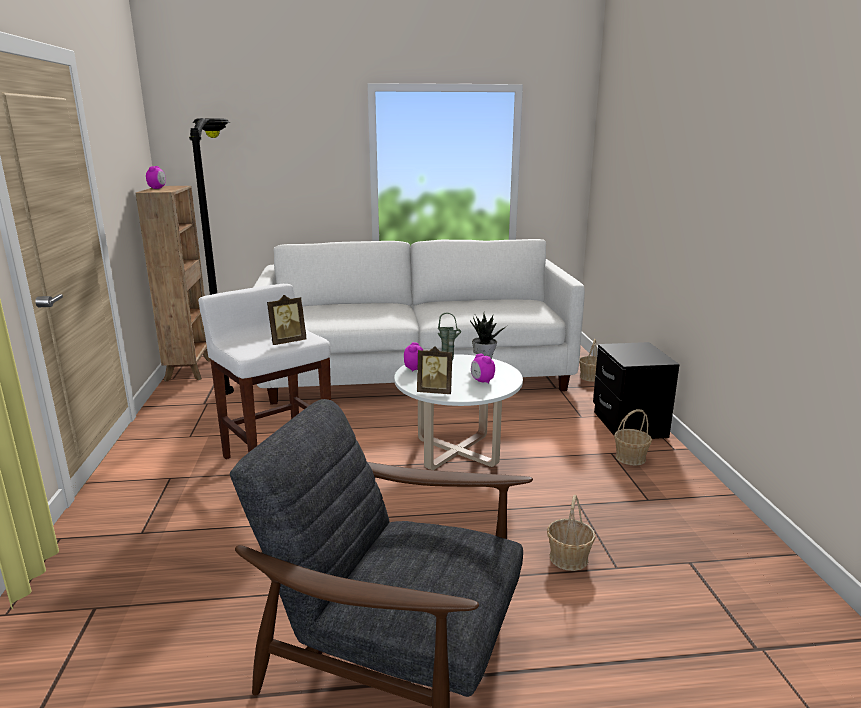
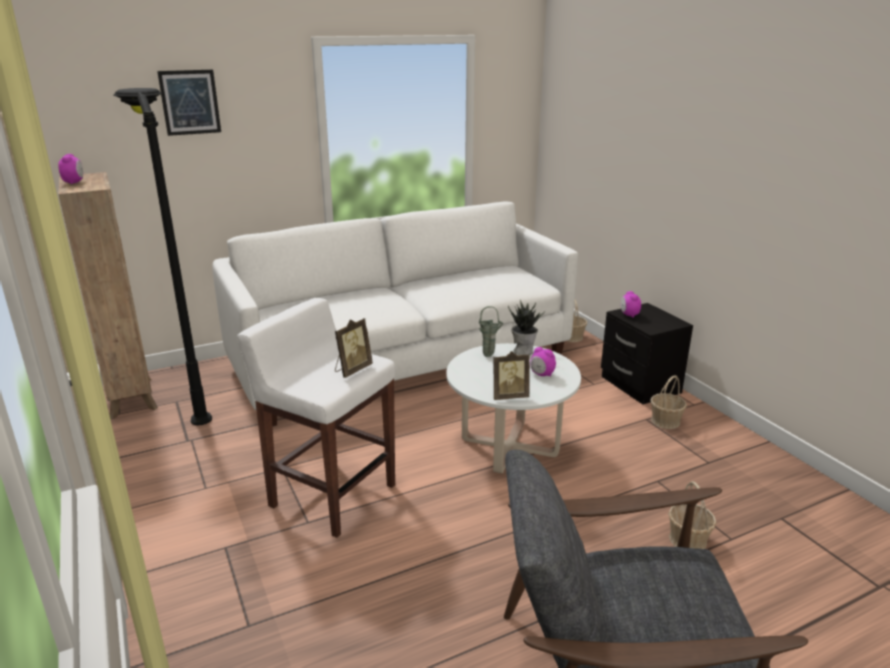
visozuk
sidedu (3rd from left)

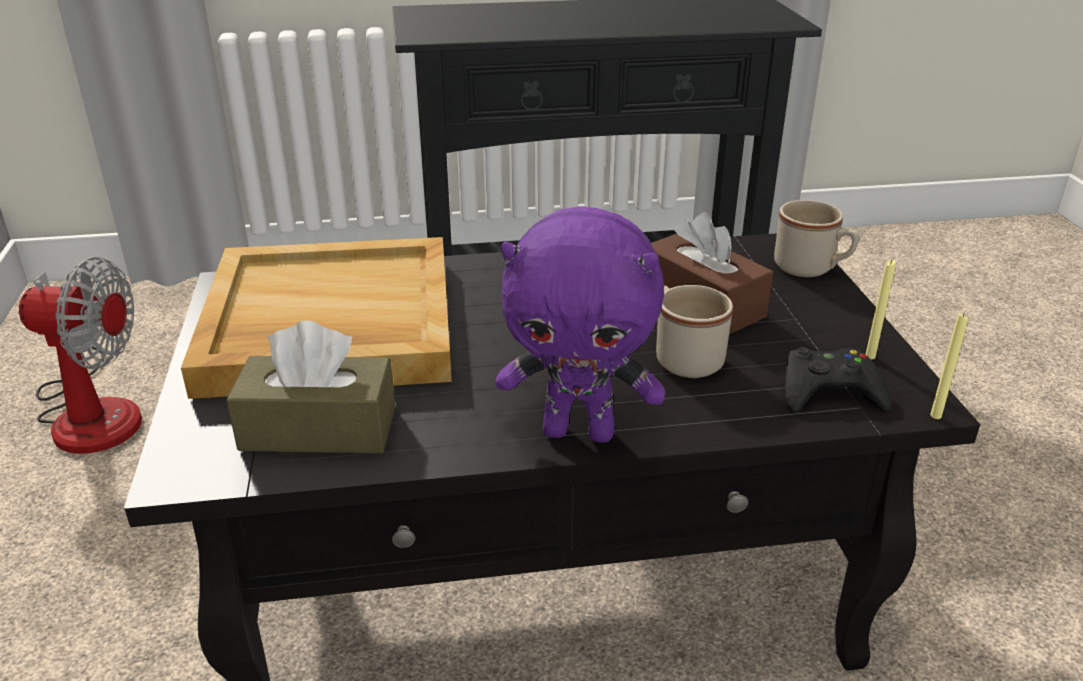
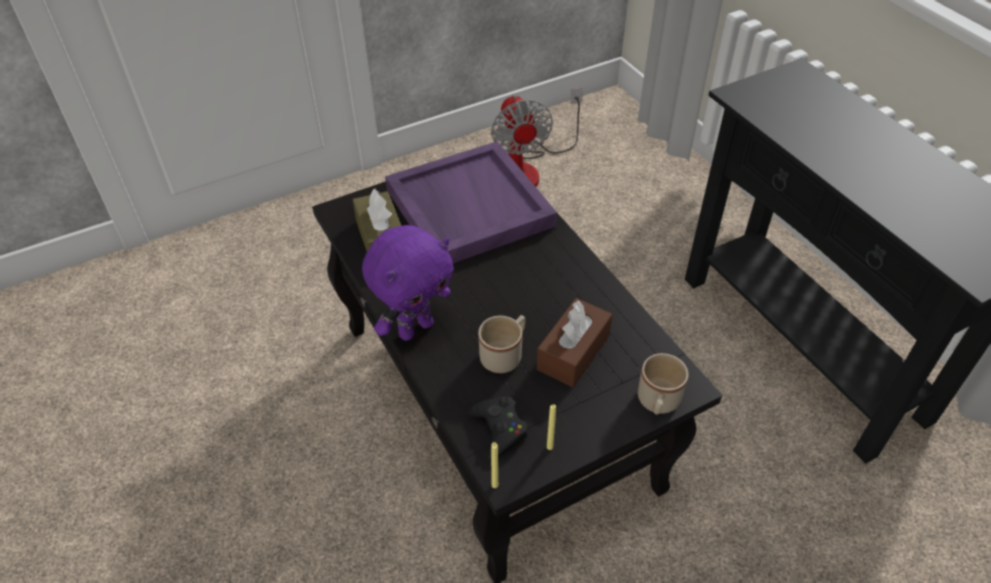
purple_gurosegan
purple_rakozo

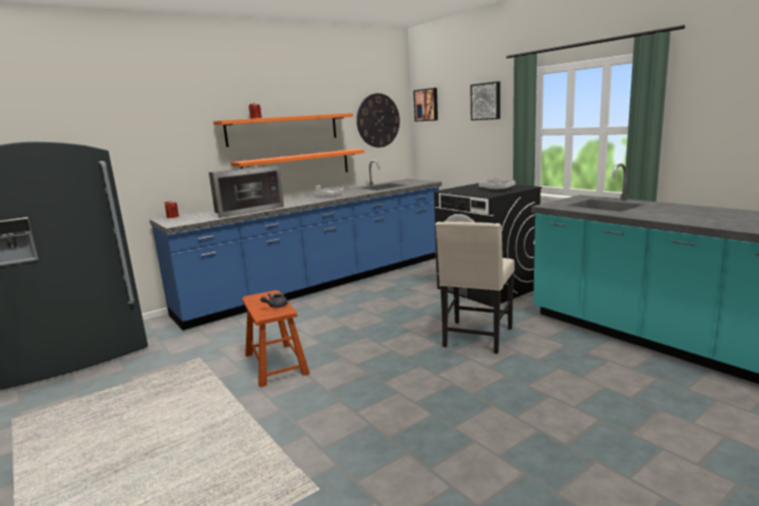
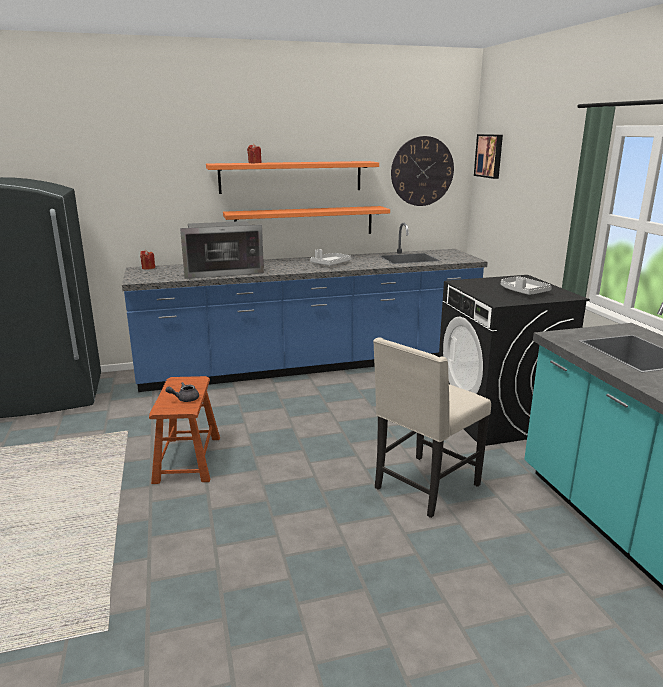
visozuk (2nd from left in the first image)

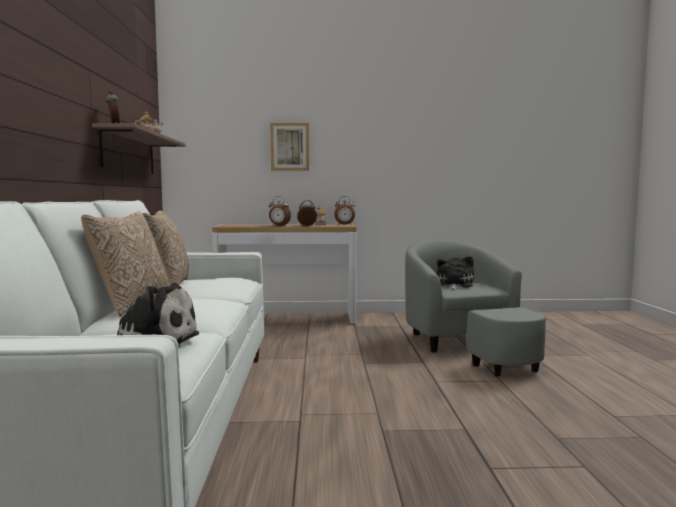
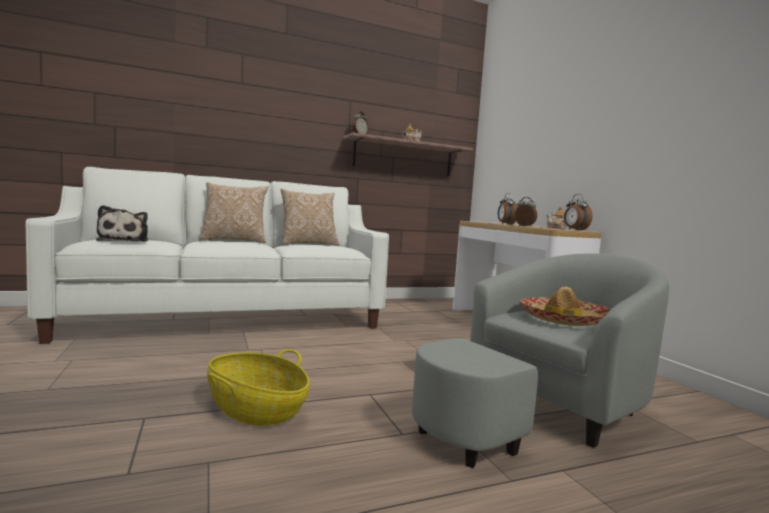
visozuk
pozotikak
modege

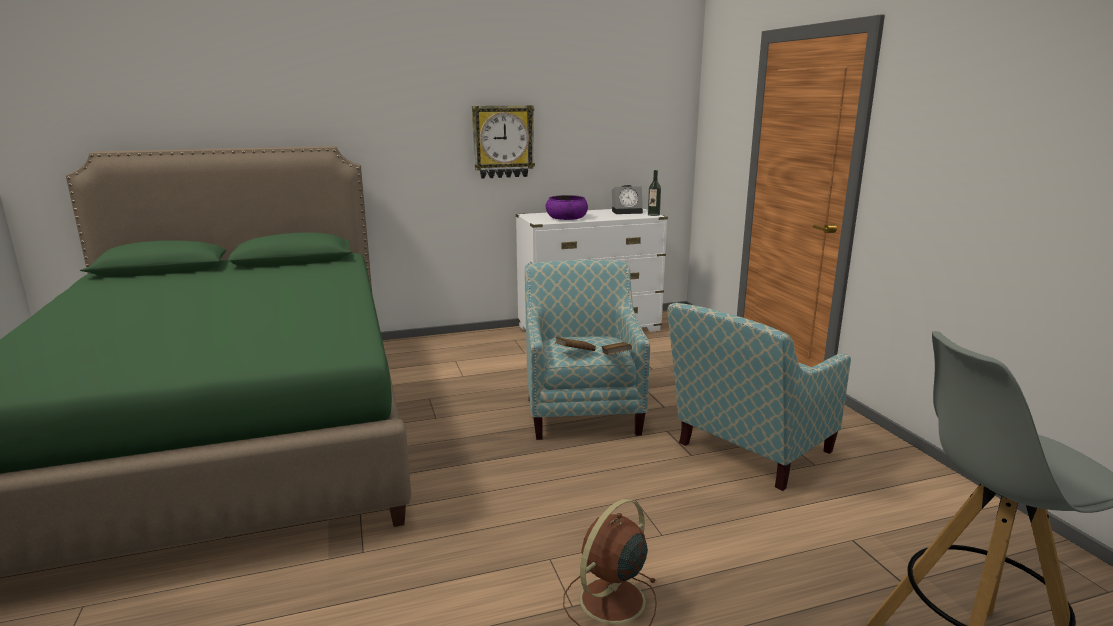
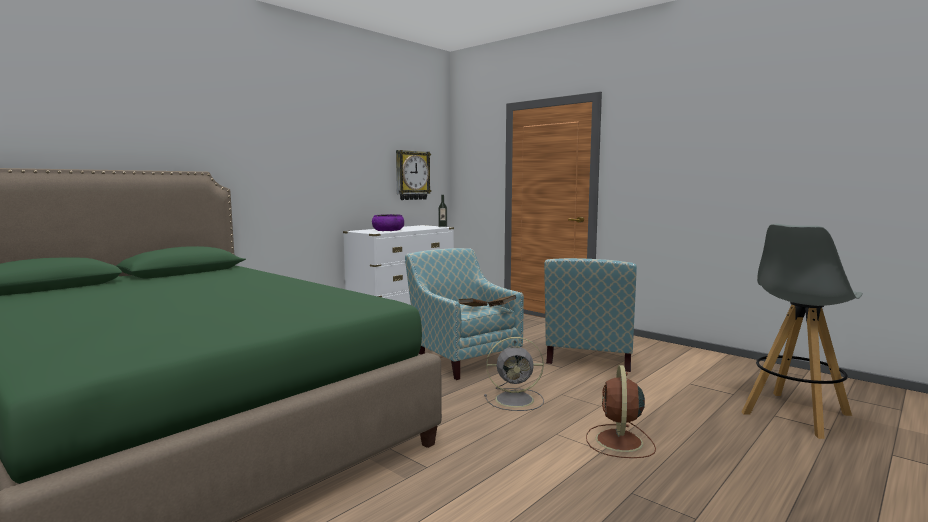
sidedu
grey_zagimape
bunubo

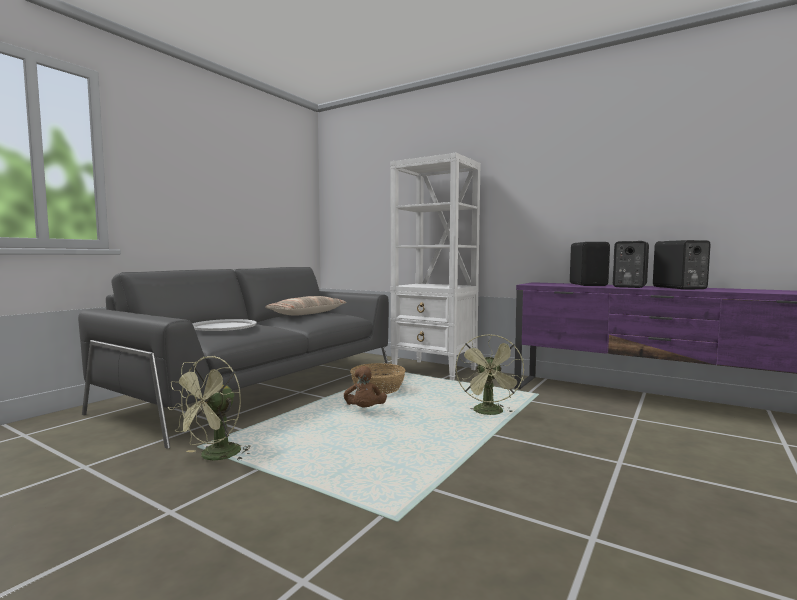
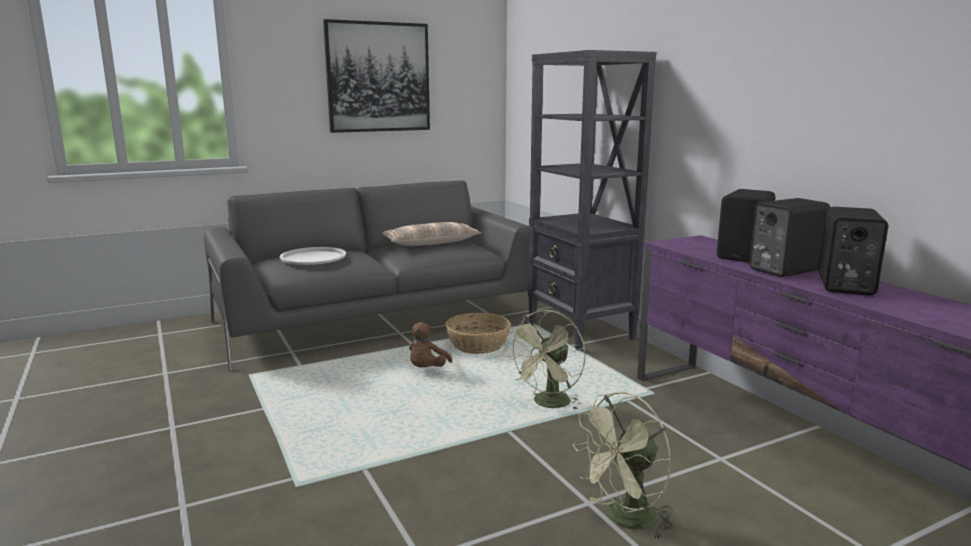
visozuk
green_zagimape (2nd from left)
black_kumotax

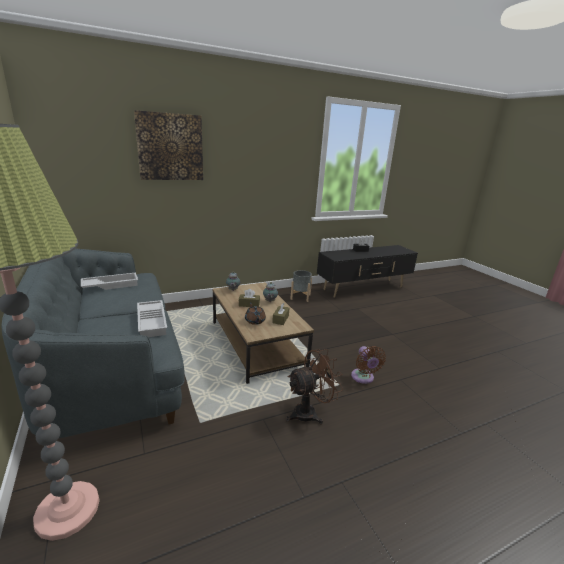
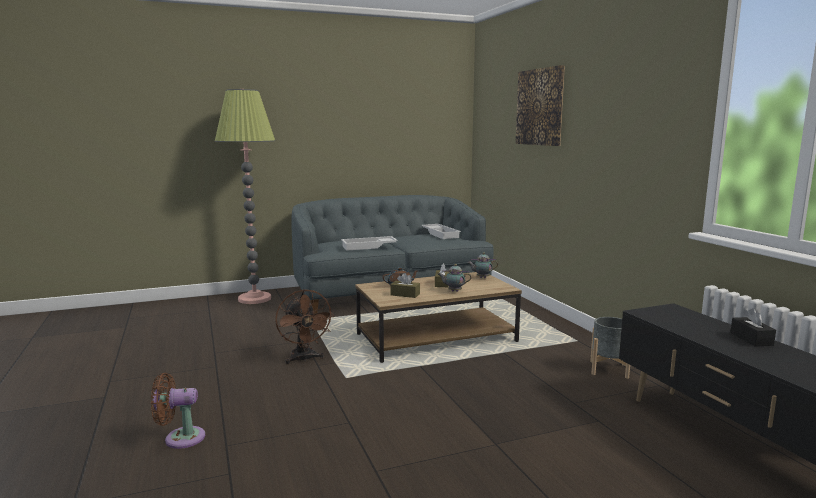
brown_zagimape (1st from left)

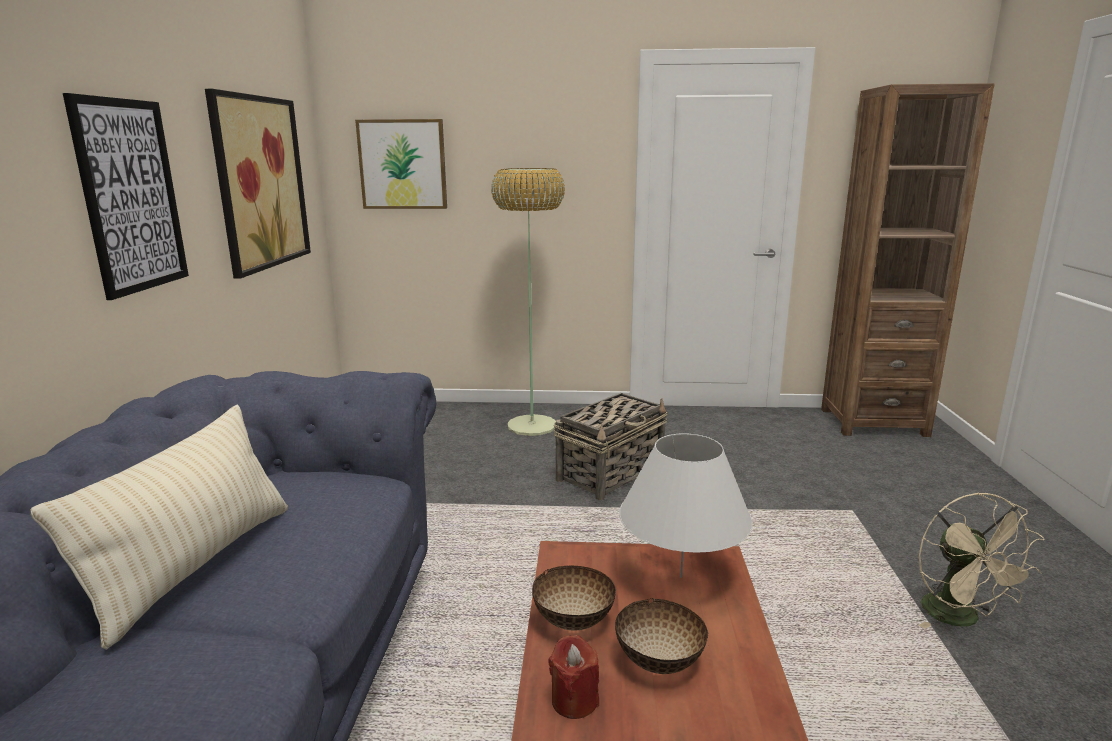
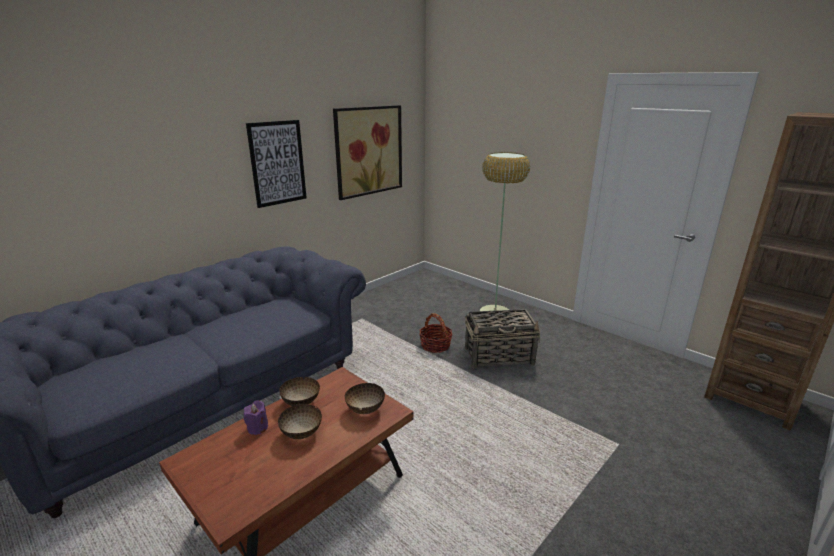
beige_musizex
visozuk (3rd from left in the first image)
beige_zagimape
pozotikak (1st from left)
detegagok (3rd from left)
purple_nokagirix

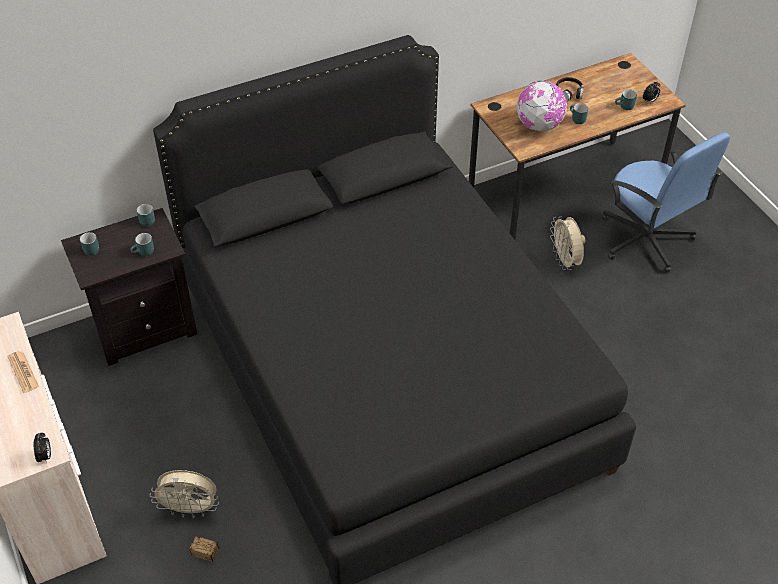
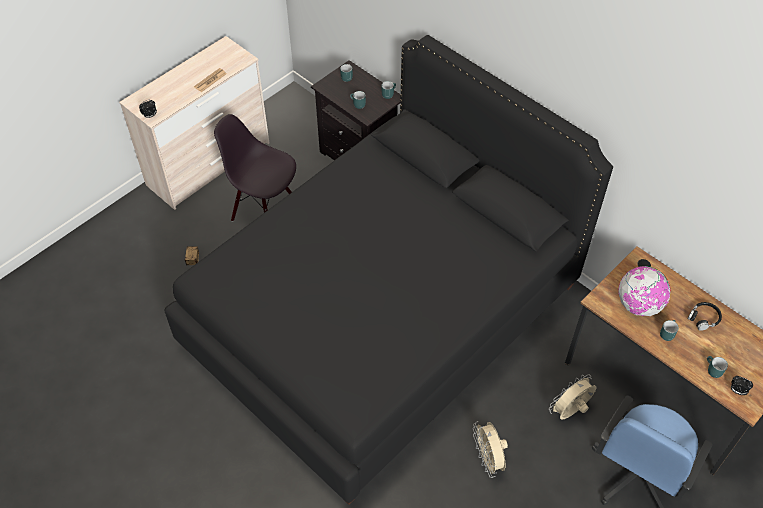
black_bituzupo
beige_zagimape (1st from left)

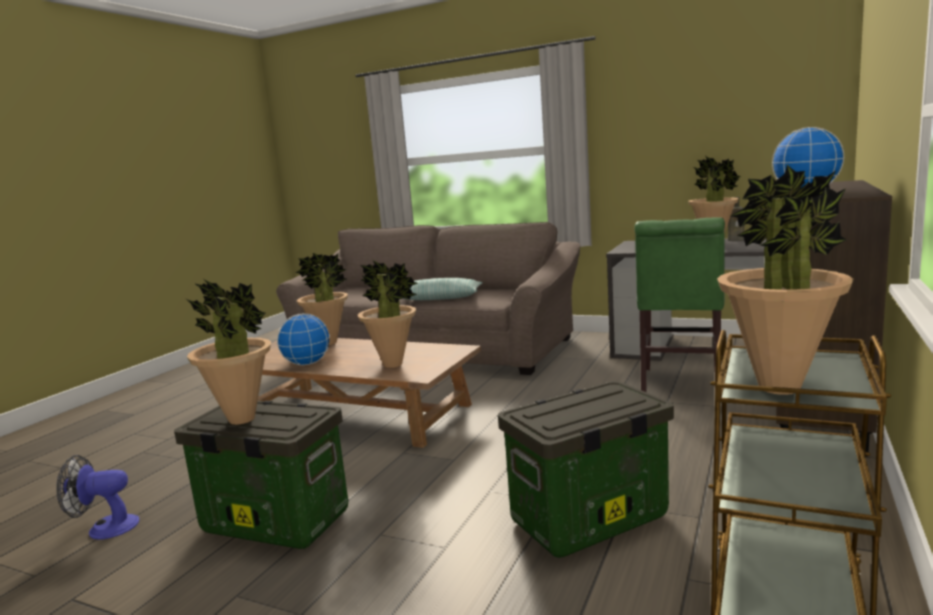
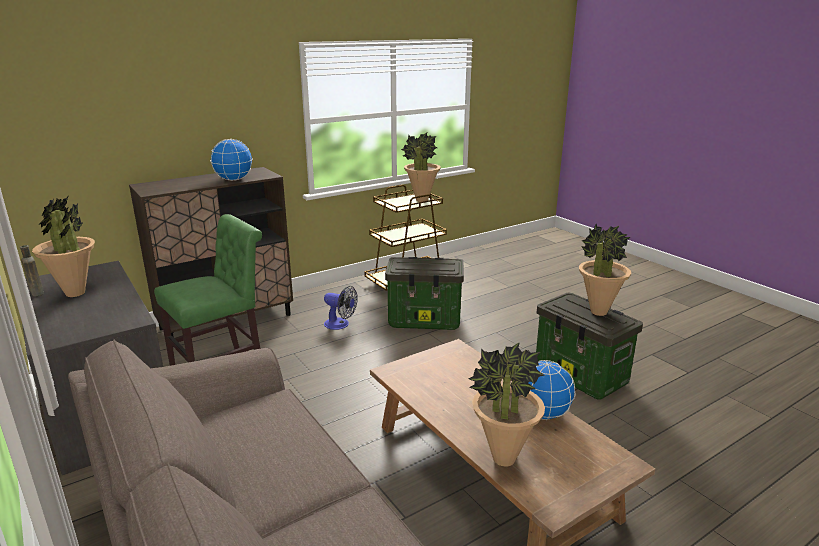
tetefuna (3rd from left in the first image)
musizex
zagimape

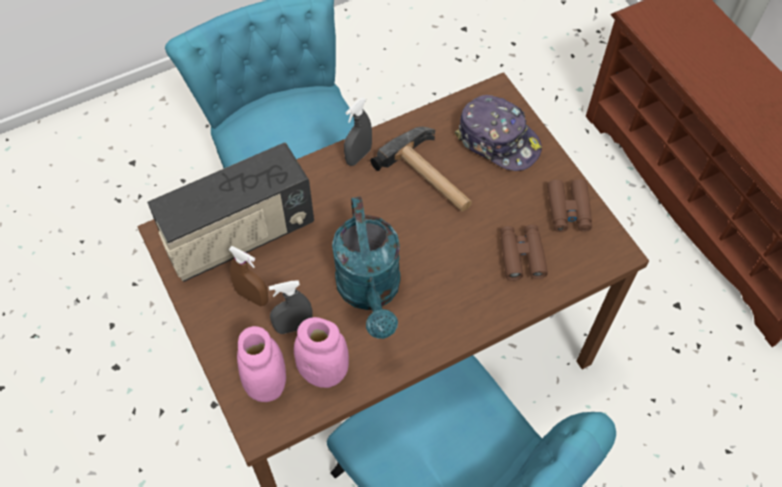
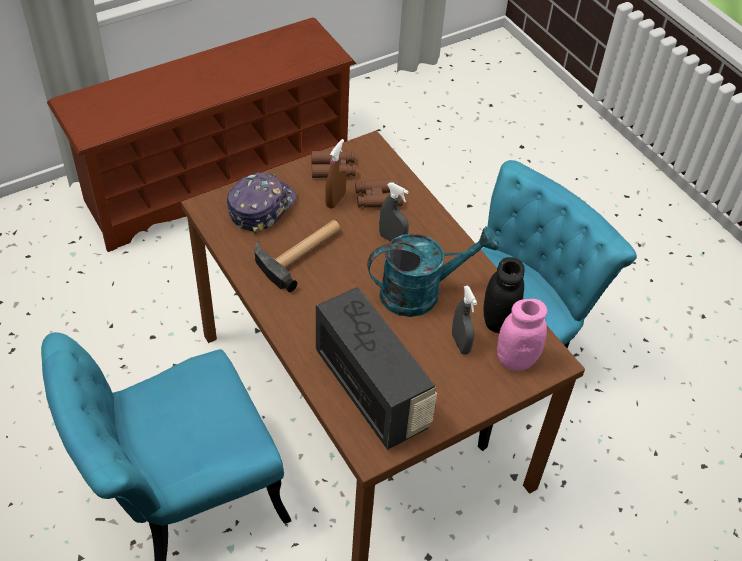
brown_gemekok
grey_gemekok (1st from left)
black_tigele

